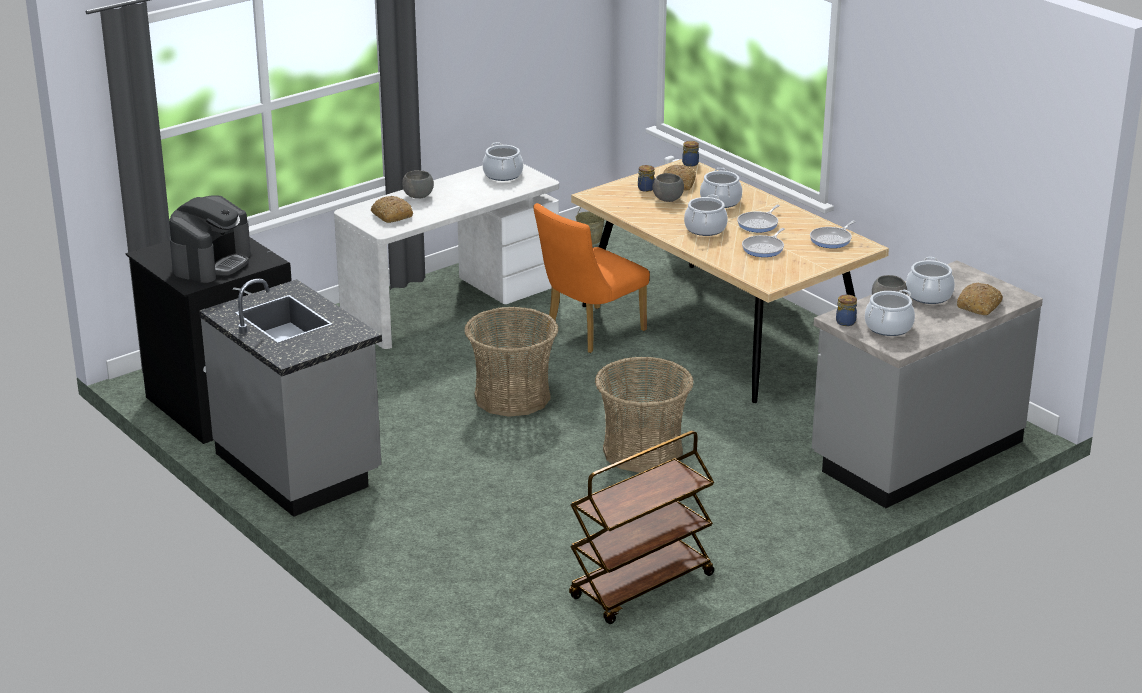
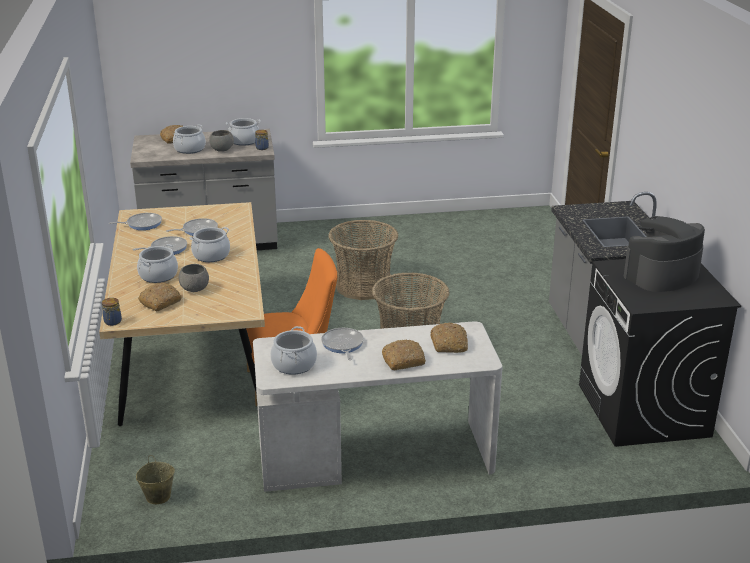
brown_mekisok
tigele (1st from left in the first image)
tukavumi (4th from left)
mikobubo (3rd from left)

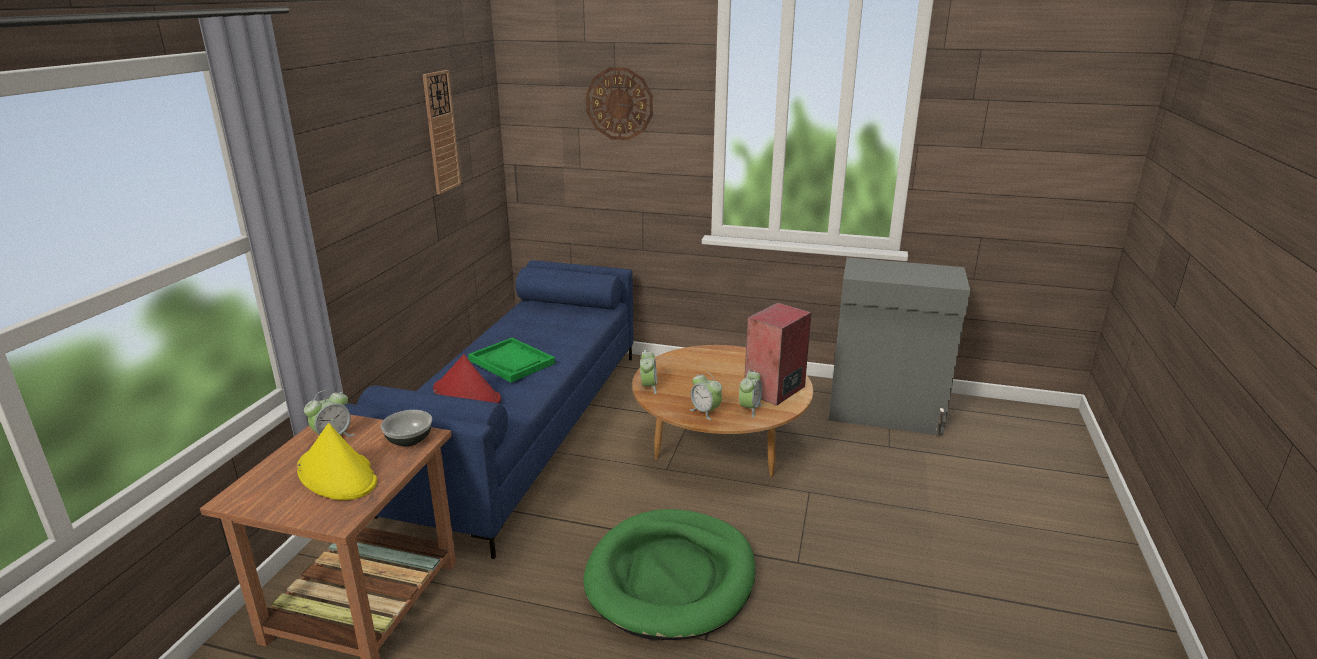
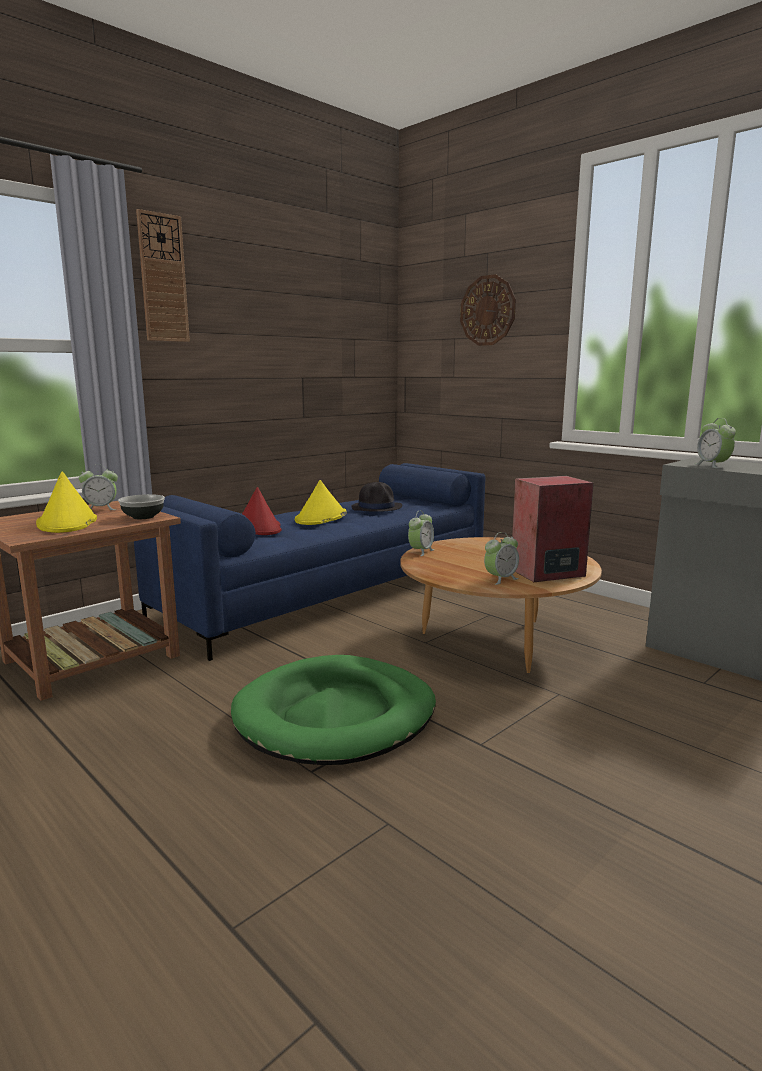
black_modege
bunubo (1st from left)
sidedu (4th from left)
yellow_modege (2nd from left)

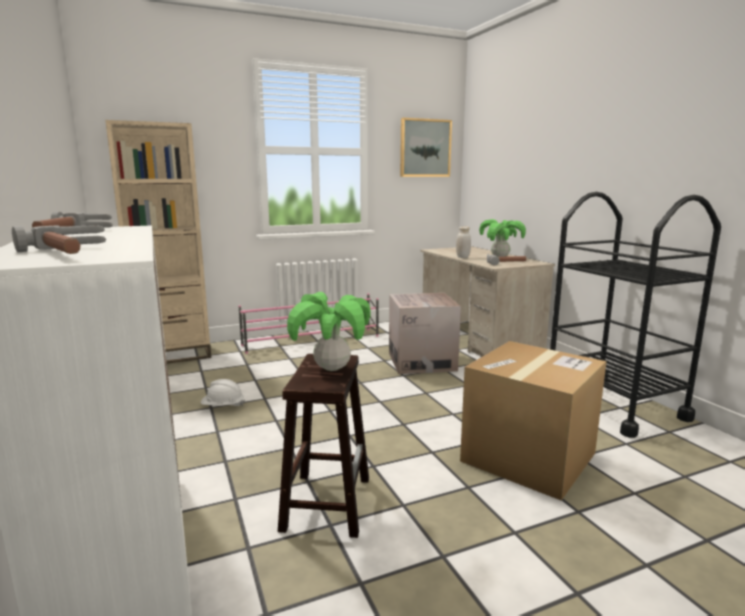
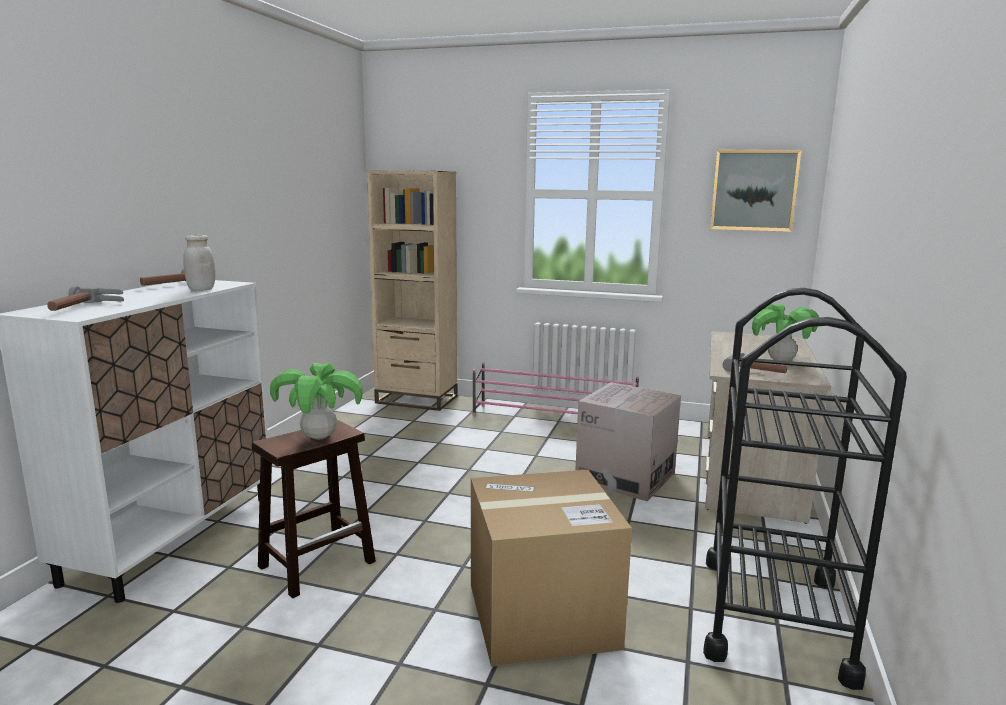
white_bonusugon
white_tigele

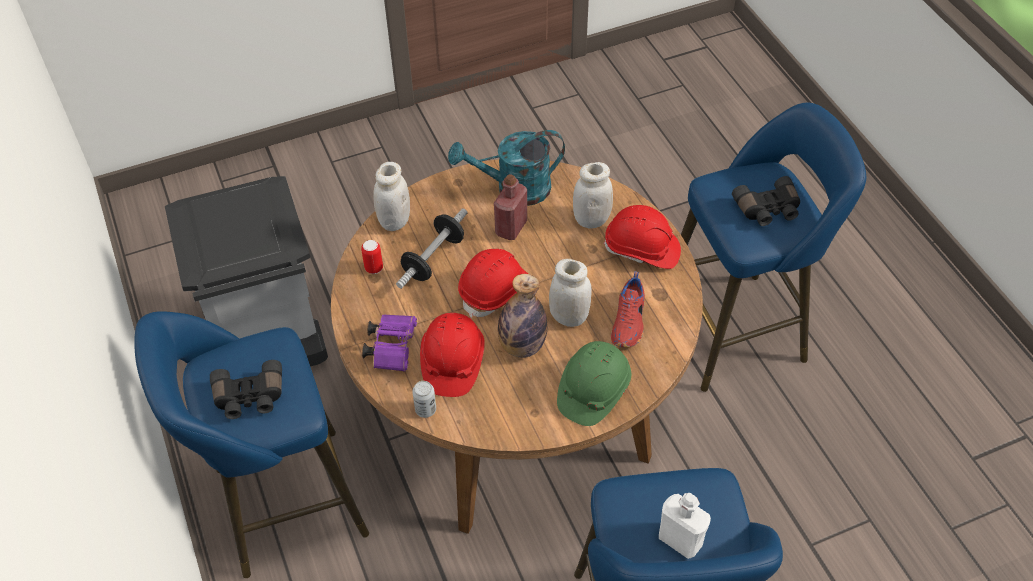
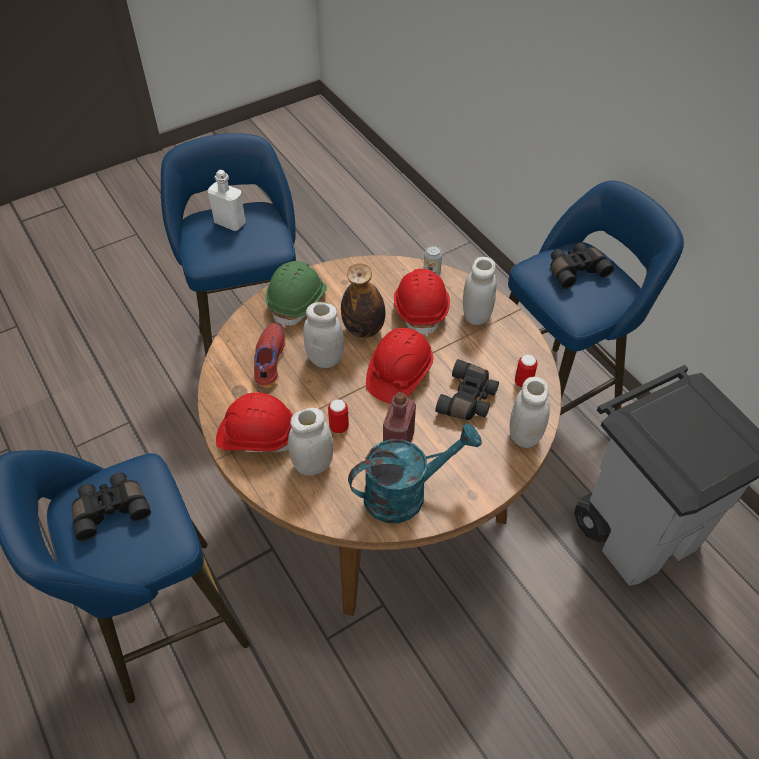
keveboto (1st from left)
white_tigele (3rd from left)
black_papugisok (2nd from left)

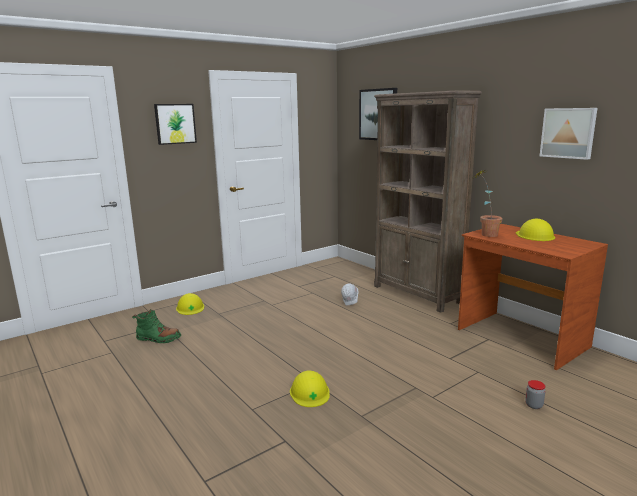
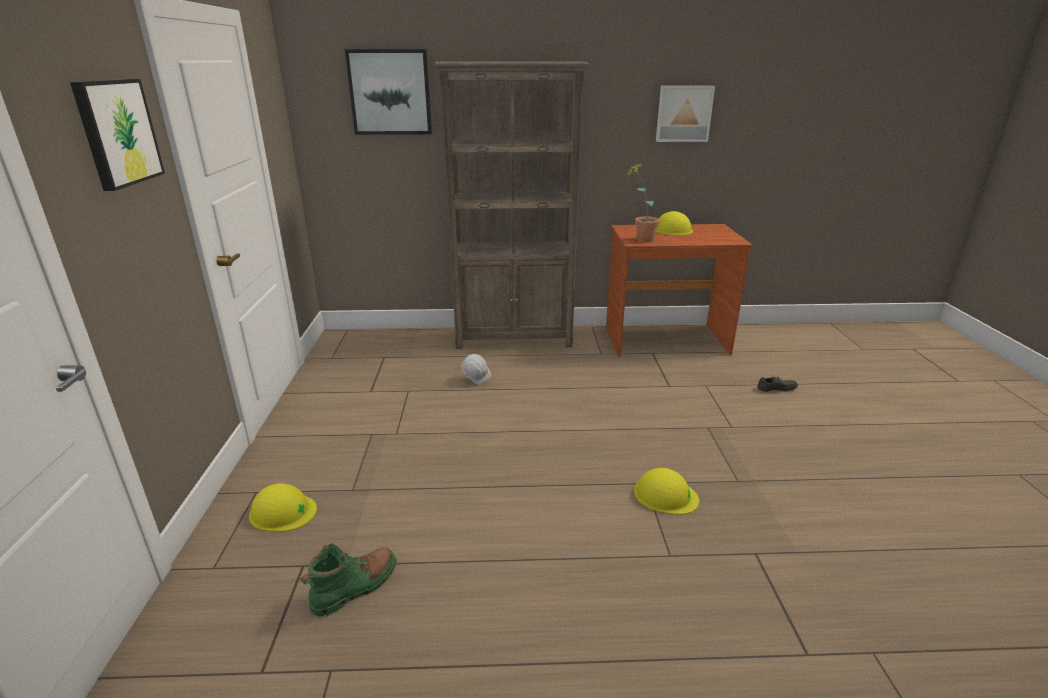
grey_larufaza

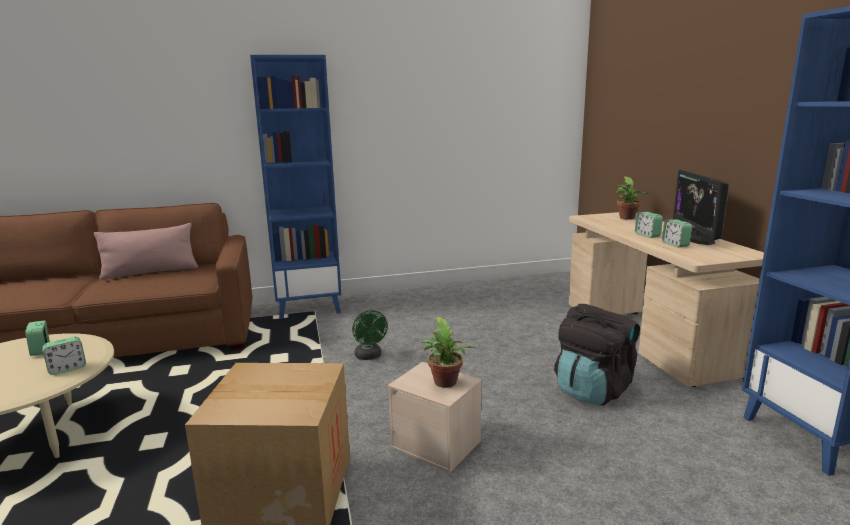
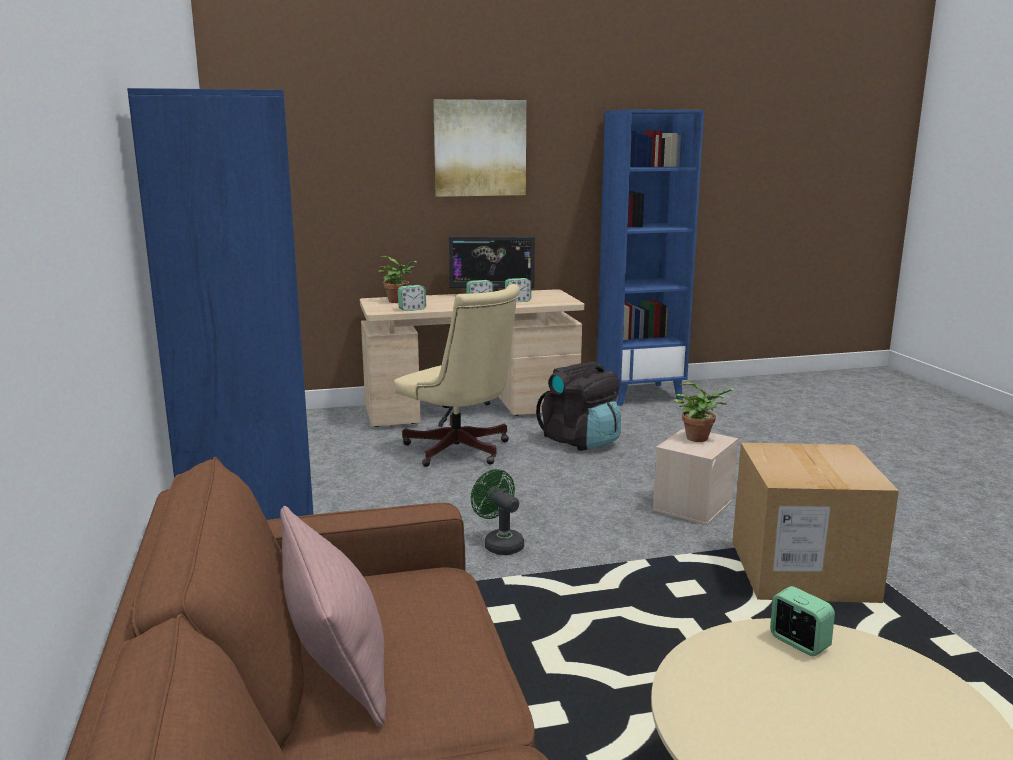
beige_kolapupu
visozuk
sidedu (1st from left)
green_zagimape

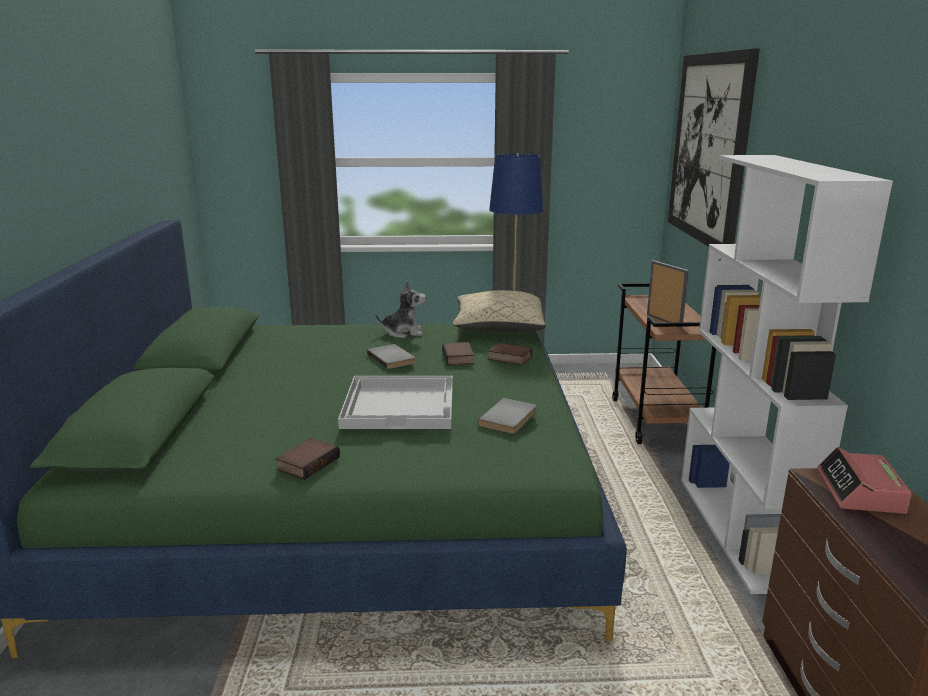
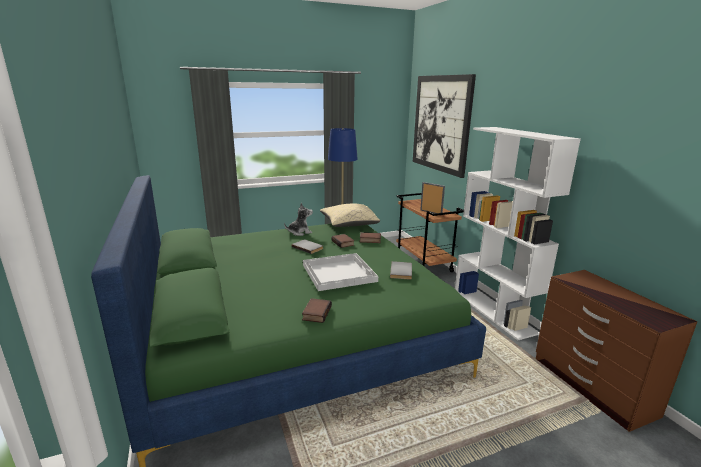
sidedu

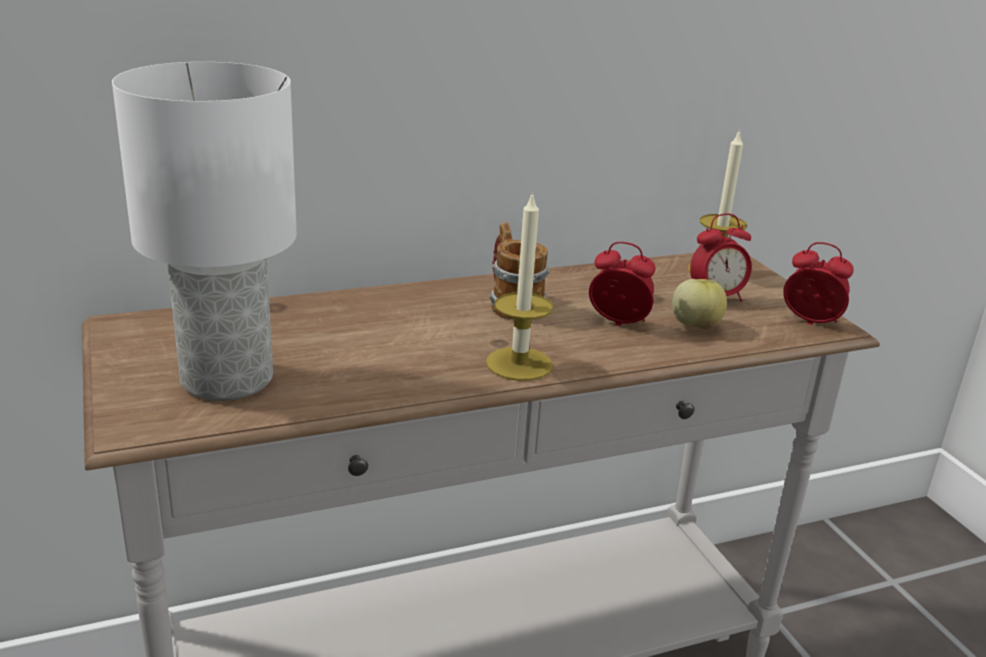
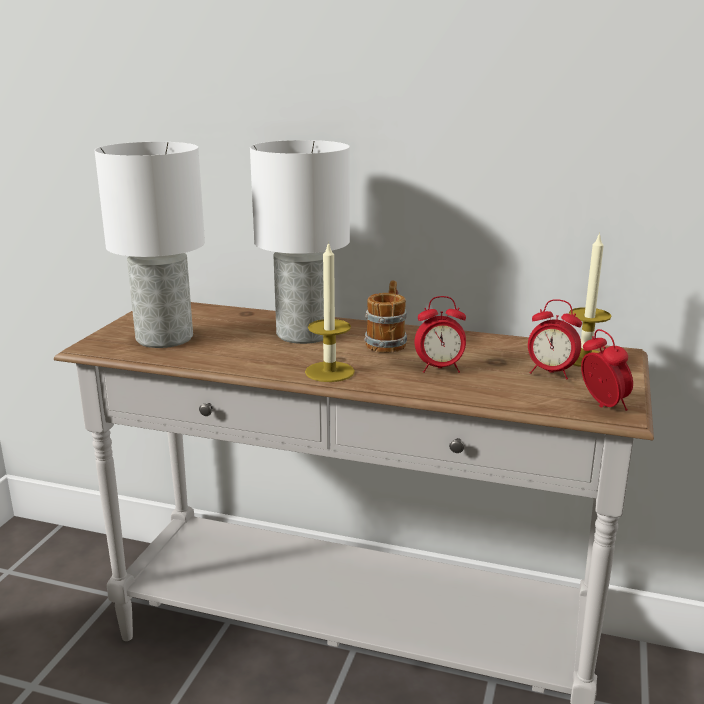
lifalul
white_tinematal (2nd from left)
sidedu (1st from left)

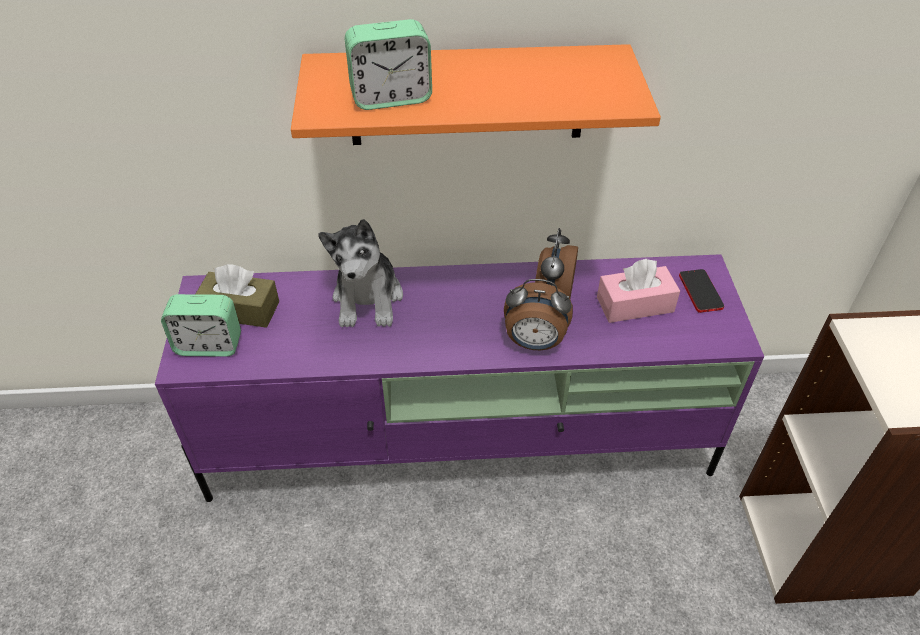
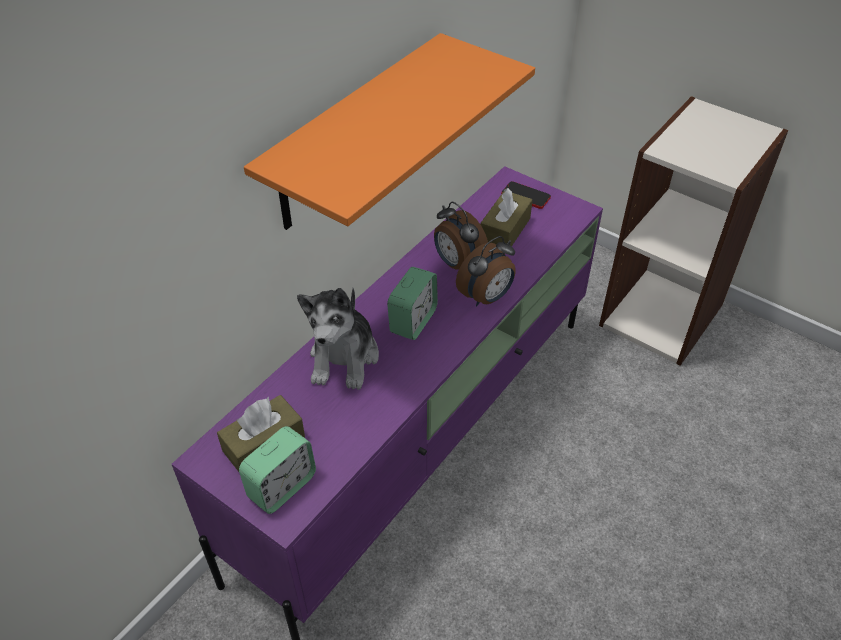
sidedu (2nd from left)
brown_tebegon (2nd from left)
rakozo

